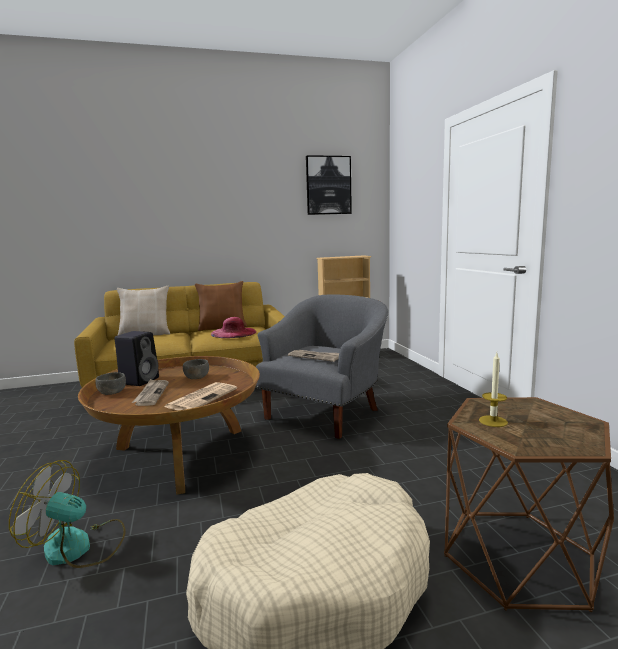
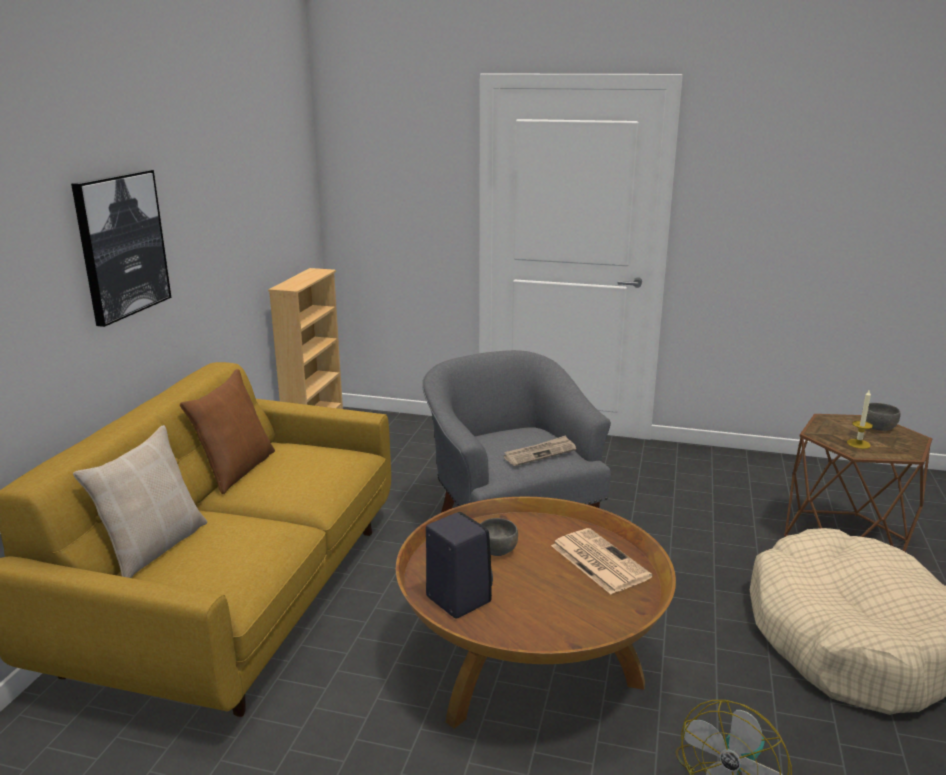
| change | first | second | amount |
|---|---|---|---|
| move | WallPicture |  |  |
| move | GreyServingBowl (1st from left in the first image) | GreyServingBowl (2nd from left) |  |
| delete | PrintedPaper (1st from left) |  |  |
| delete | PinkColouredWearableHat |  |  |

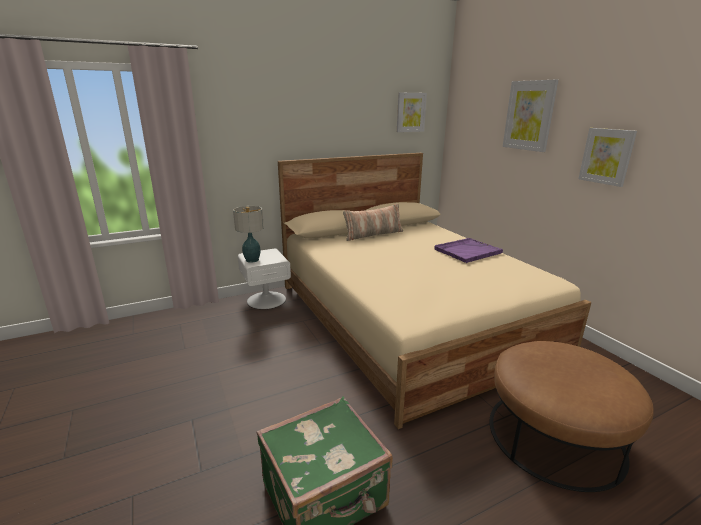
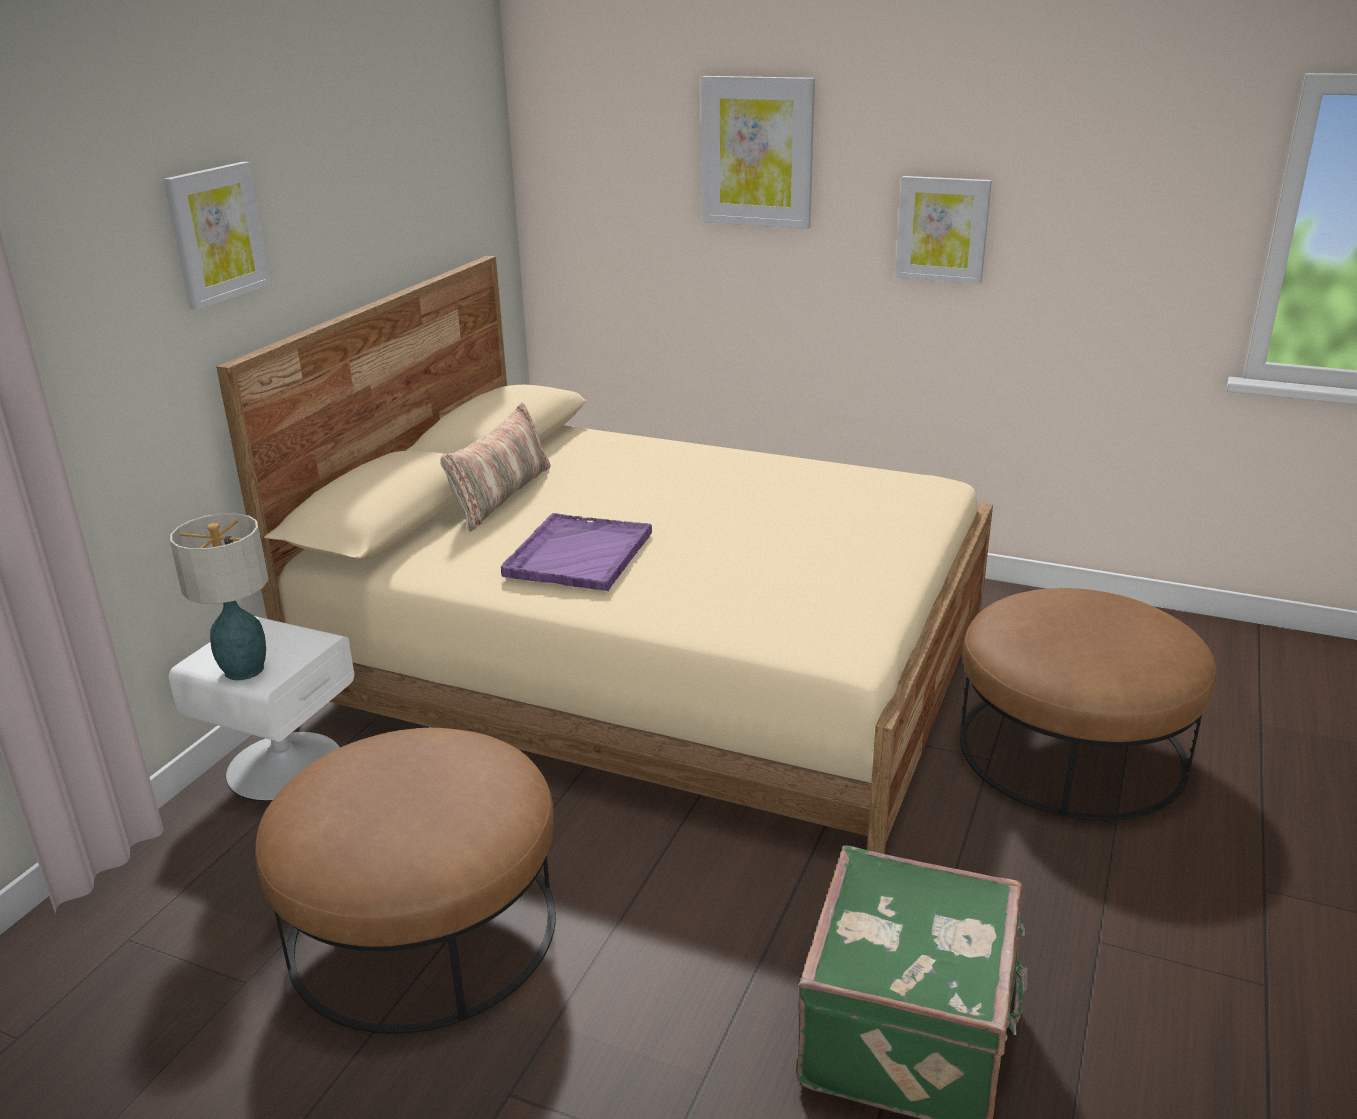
| change | first | second | amount |
|---|---|---|---|
| move | WallPicture (1st from left) |  |  |
| insert |  | BrownColouredFootrest (1st from left) |  |
| move | PurplishCarryingTray |  |  |

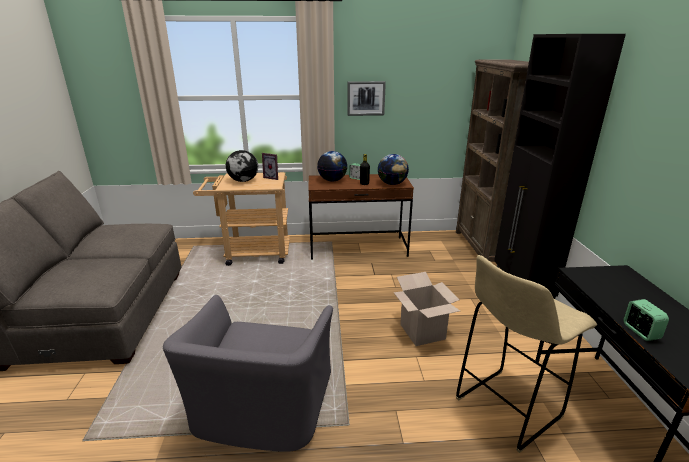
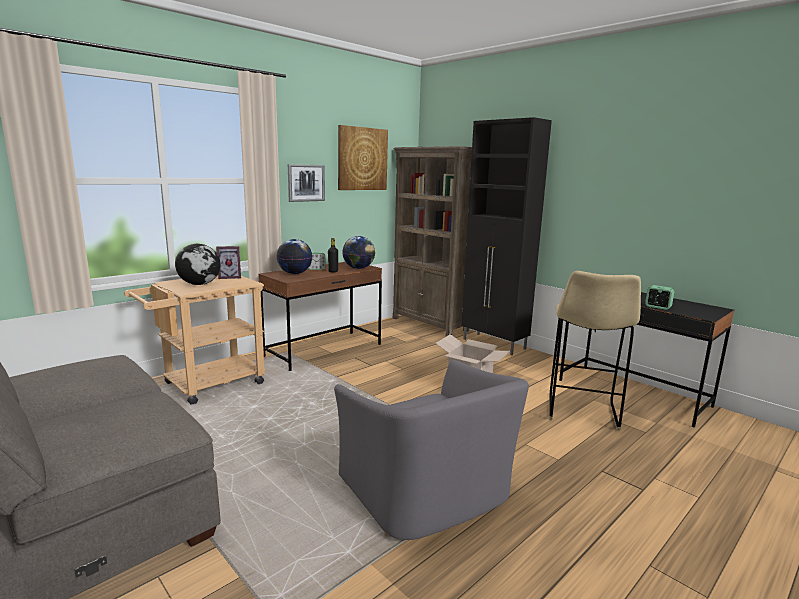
| change | first | second | amount |
|---|---|---|---|
| insert |  | WallPicture (2nd from left) |  |

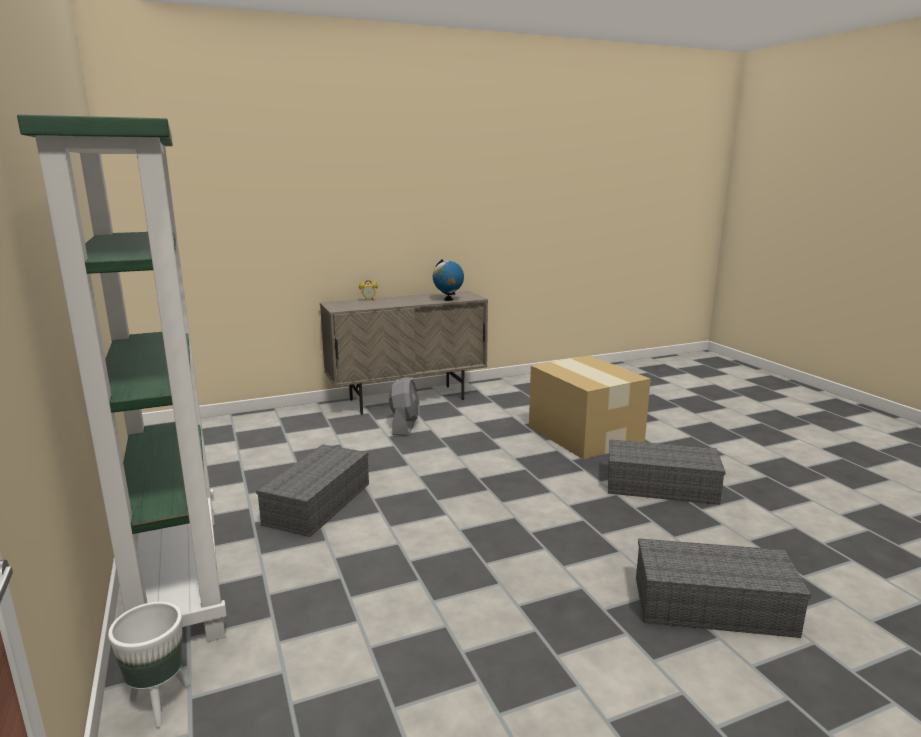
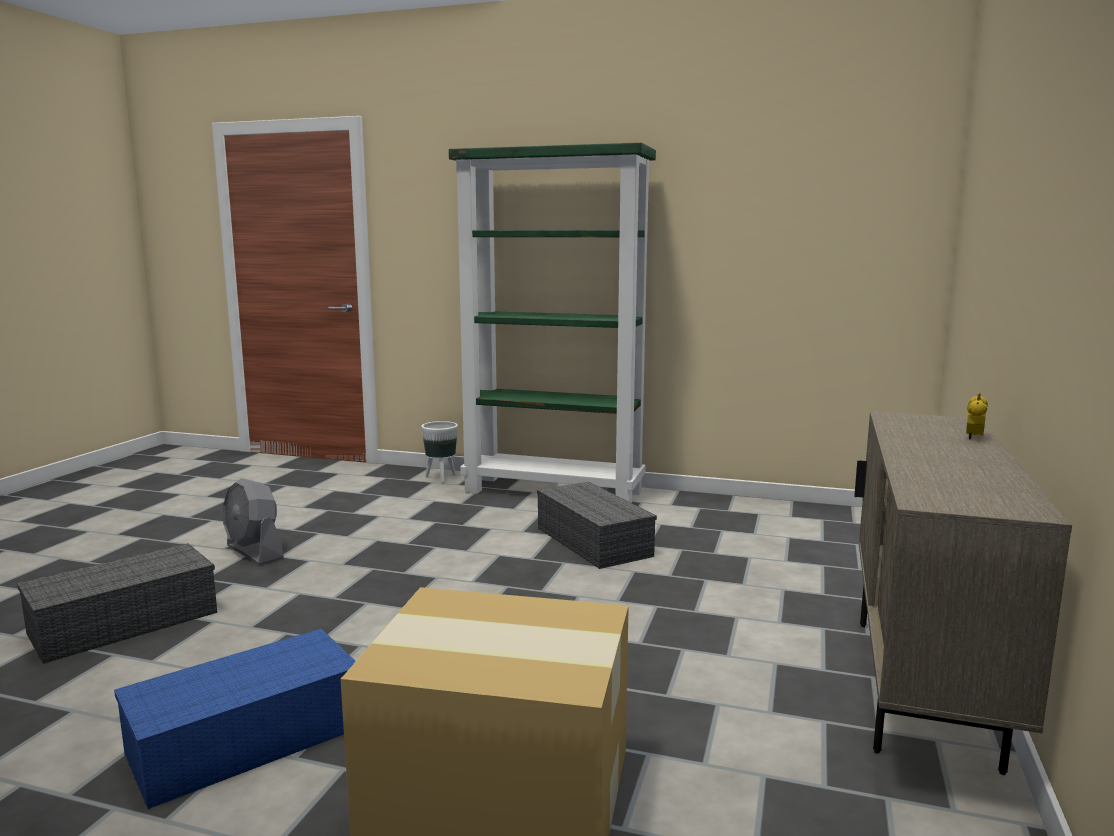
| change | first | second | amount |
|---|---|---|---|
| recolor | GreyStorageContainer (2nd from left) | BlueColouredStorageContainer |  |
| move | GreyElectricFan |  |  |
| delete | DeskGlobe |  |  |

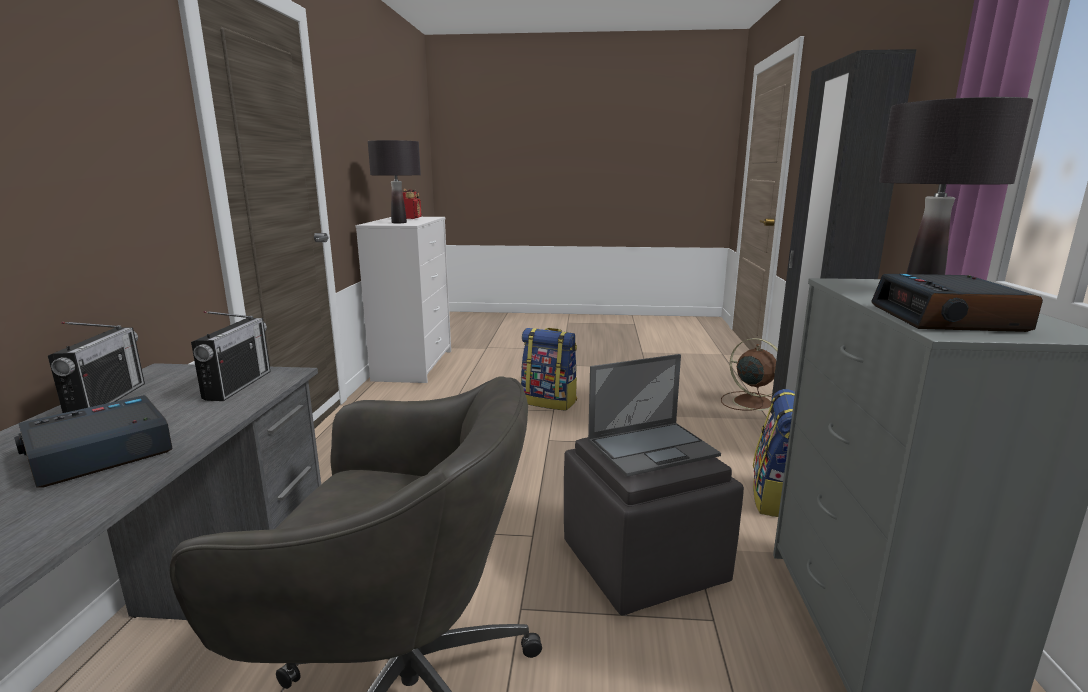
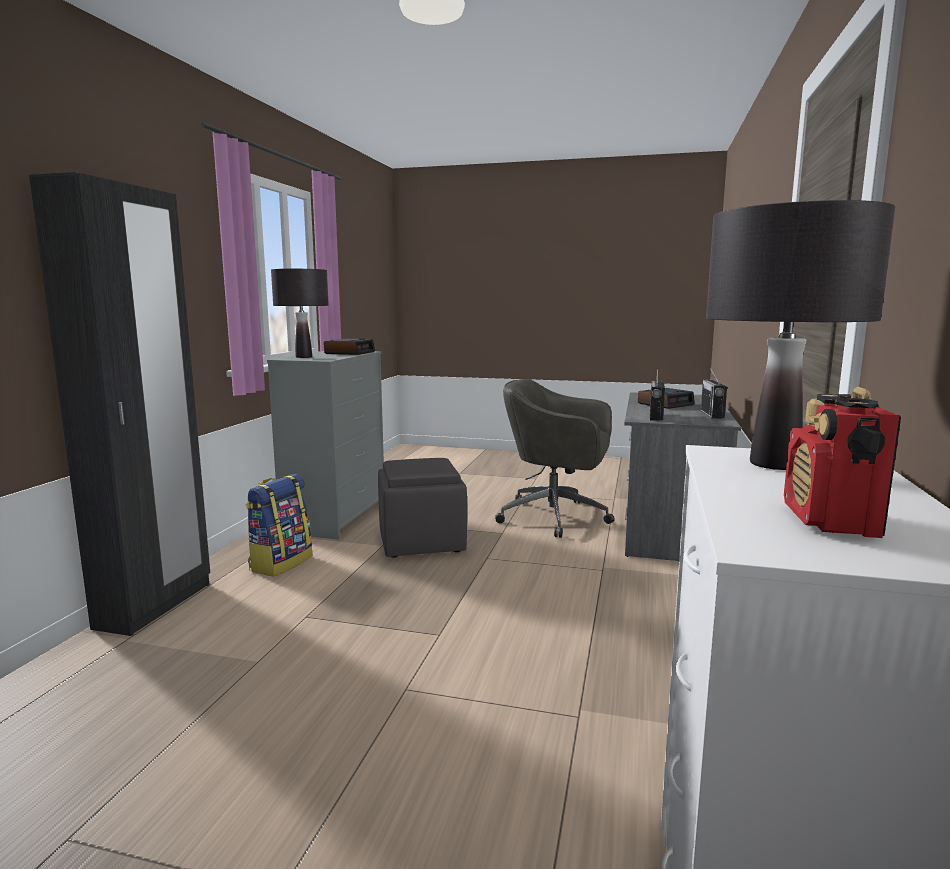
| change | first | second | amount |
|---|---|---|---|
| delete | Rucksack (1st from left) |  |  |
| delete | NotebookComputer |  |  |
| delete | BrownColouredElectricFan |  |  |

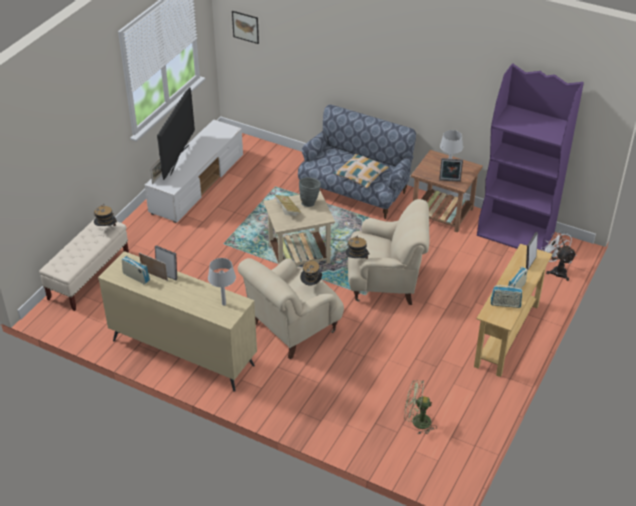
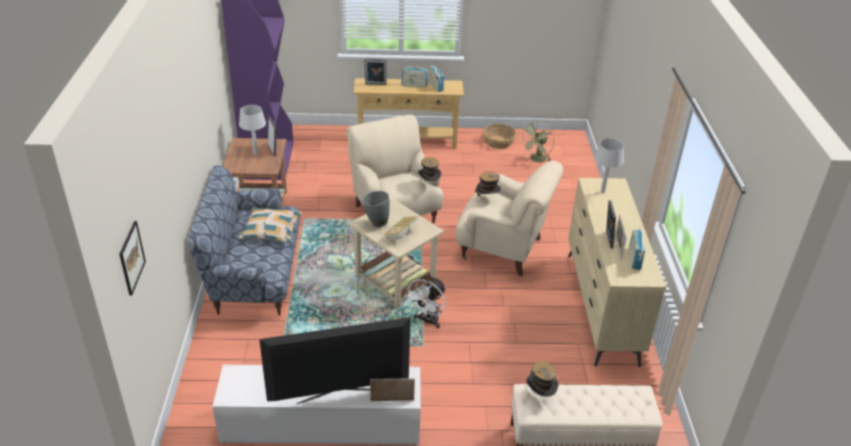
| change | first | second | amount |
|---|---|---|---|
| move | WhiteElectricFan |  |  |
| insert |  | StorageBasket |  |
| rotate | GreenishElectricFan |  | 60 degrees clockwise |

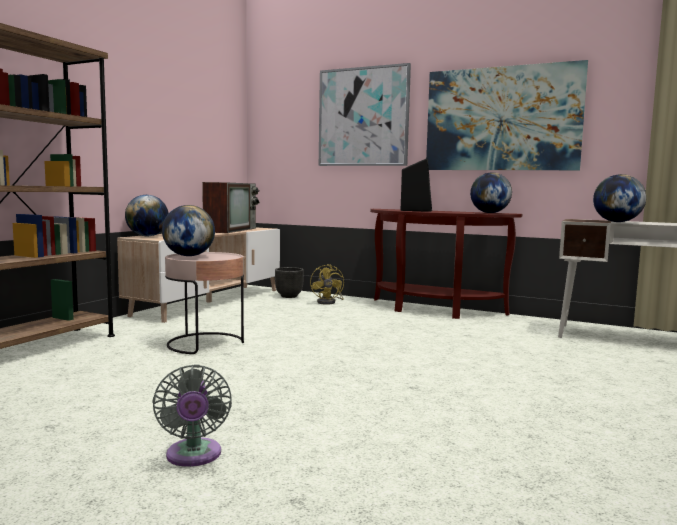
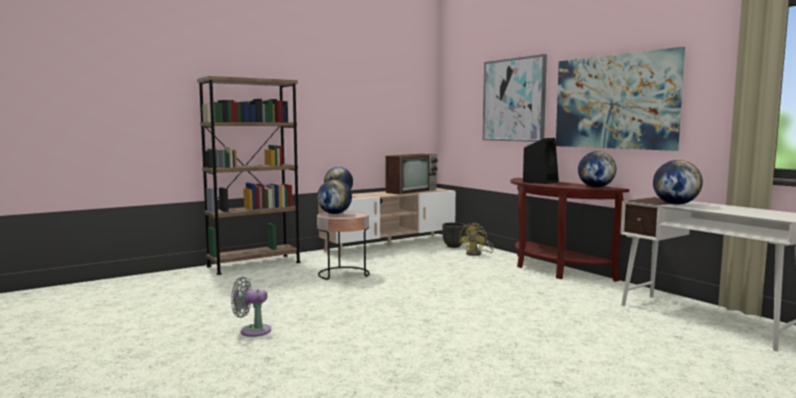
| change | first | second | amount |
|---|---|---|---|
| rotate | GreyElectricFan |  | 75 degrees clockwise |

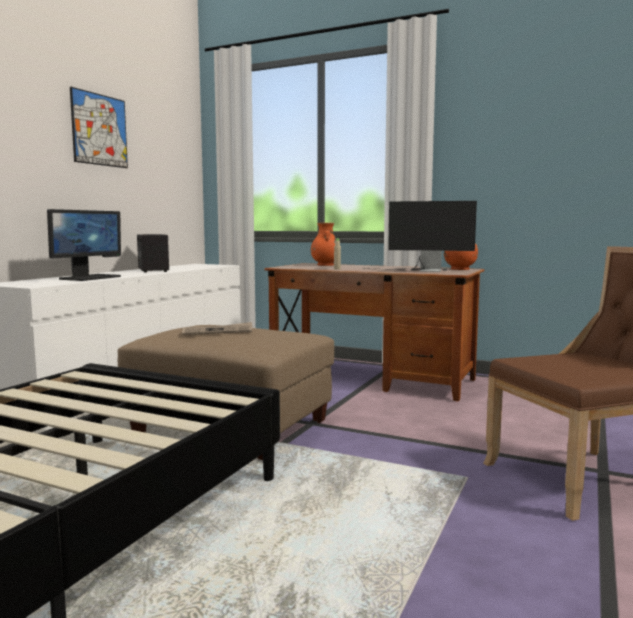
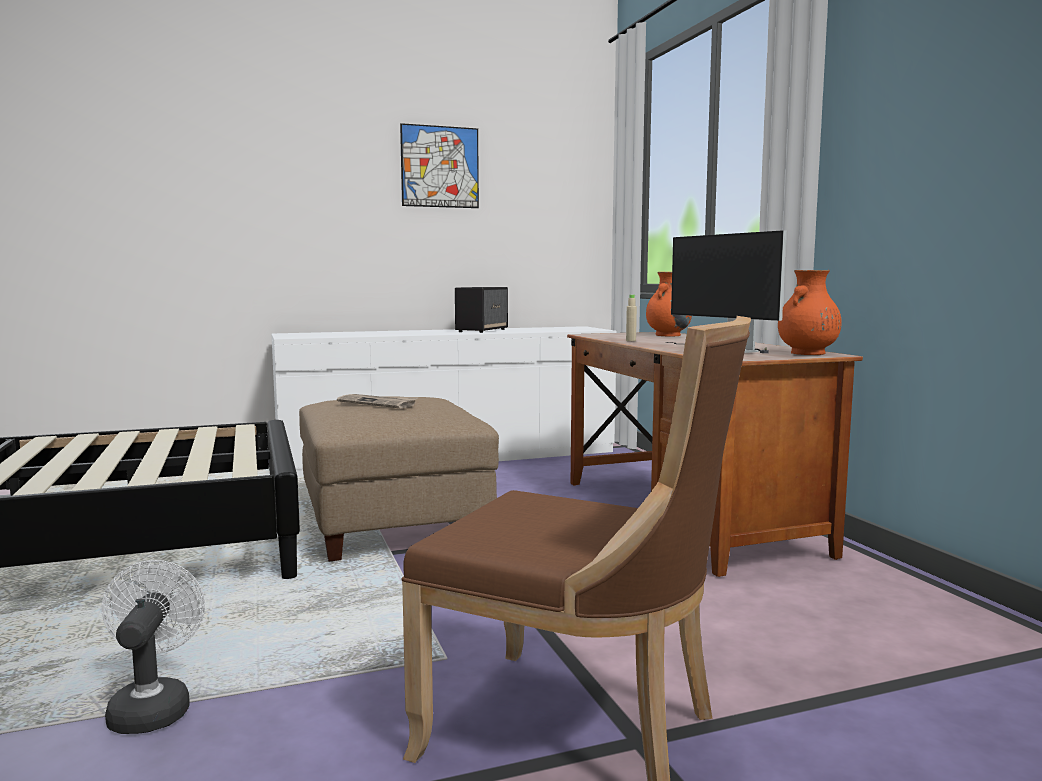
| change | first | second | amount |
|---|---|---|---|
| insert |  | WhiteElectricFan |  |
| delete | ComputerDisplay (1st from left) |  |  |

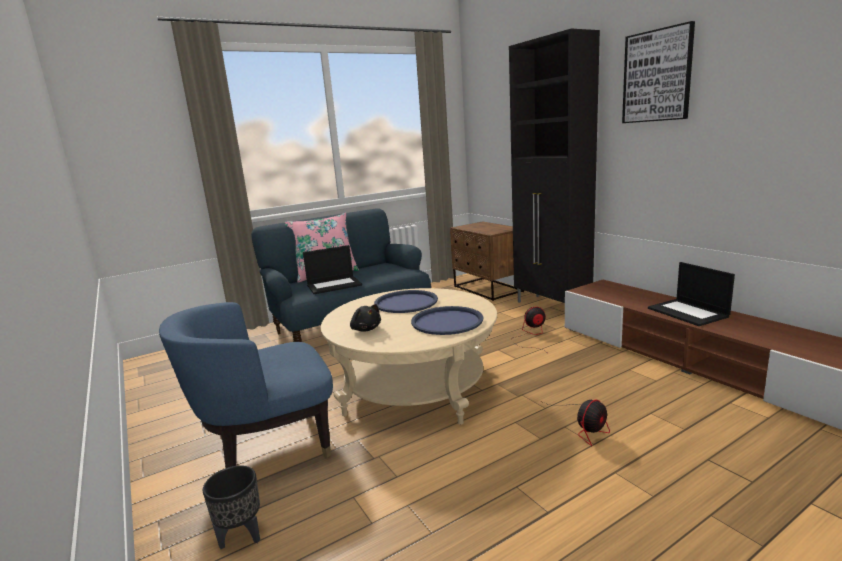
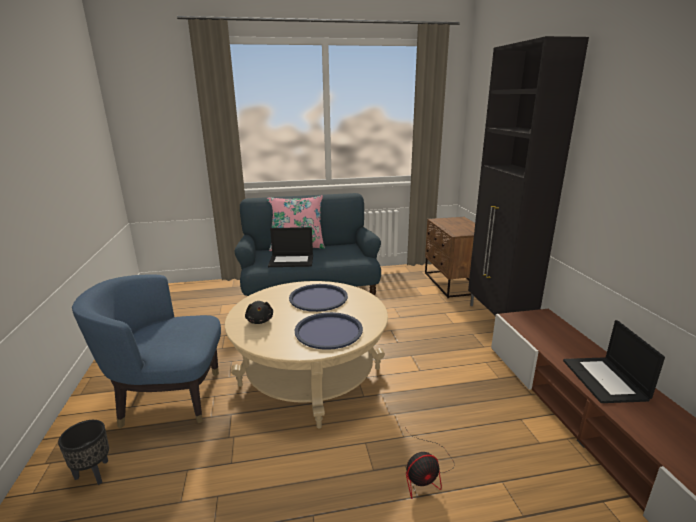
| change | first | second | amount |
|---|---|---|---|
| delete | ElectricFan (1st from left) |  |  |
| delete | WallPicture |  |  |

